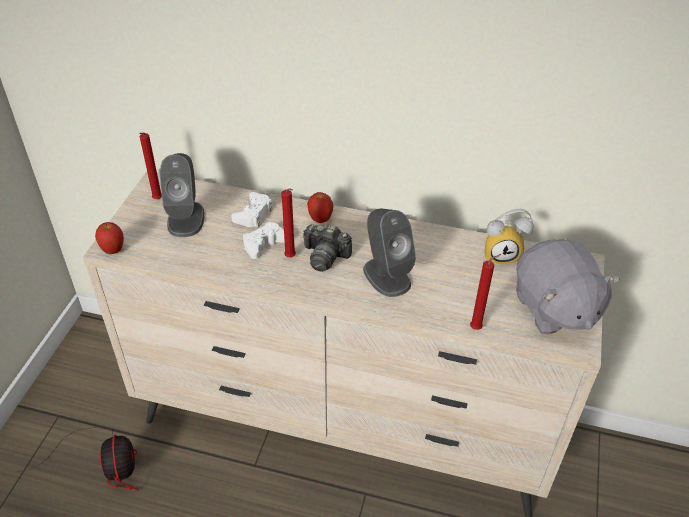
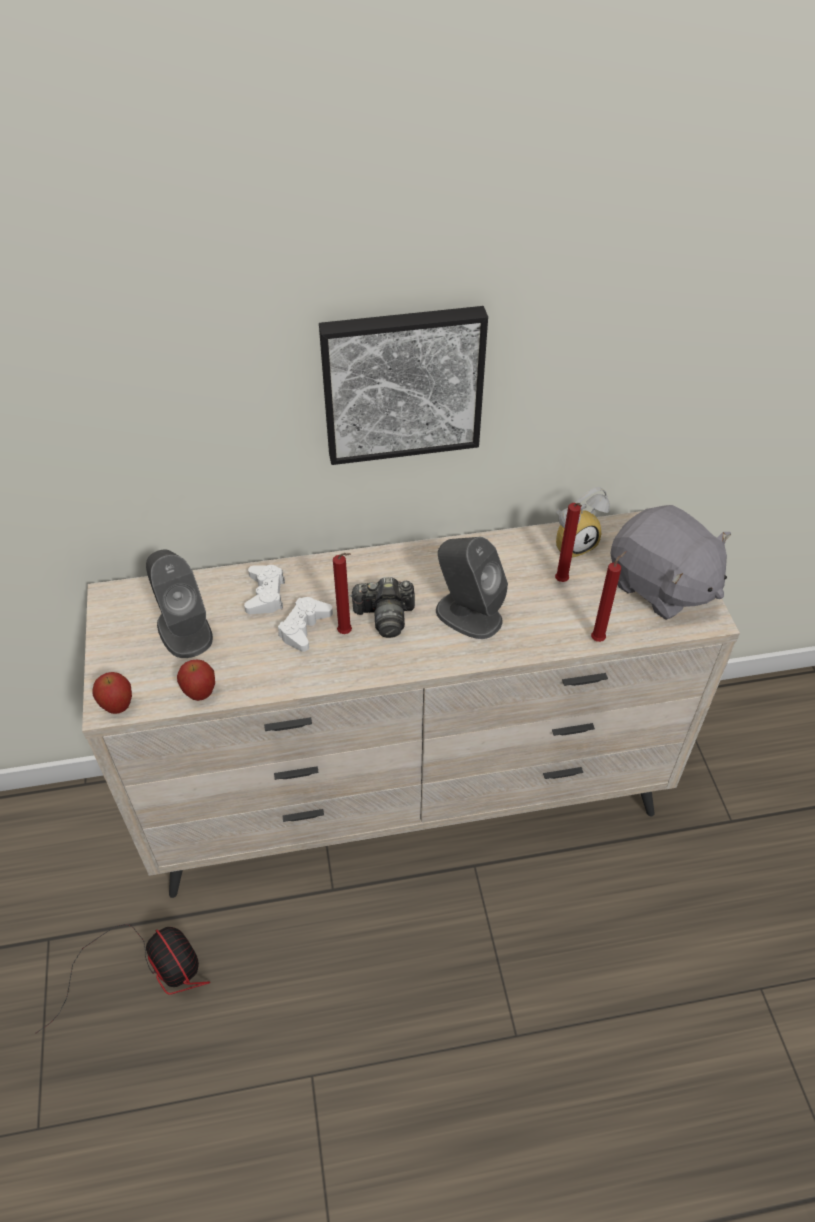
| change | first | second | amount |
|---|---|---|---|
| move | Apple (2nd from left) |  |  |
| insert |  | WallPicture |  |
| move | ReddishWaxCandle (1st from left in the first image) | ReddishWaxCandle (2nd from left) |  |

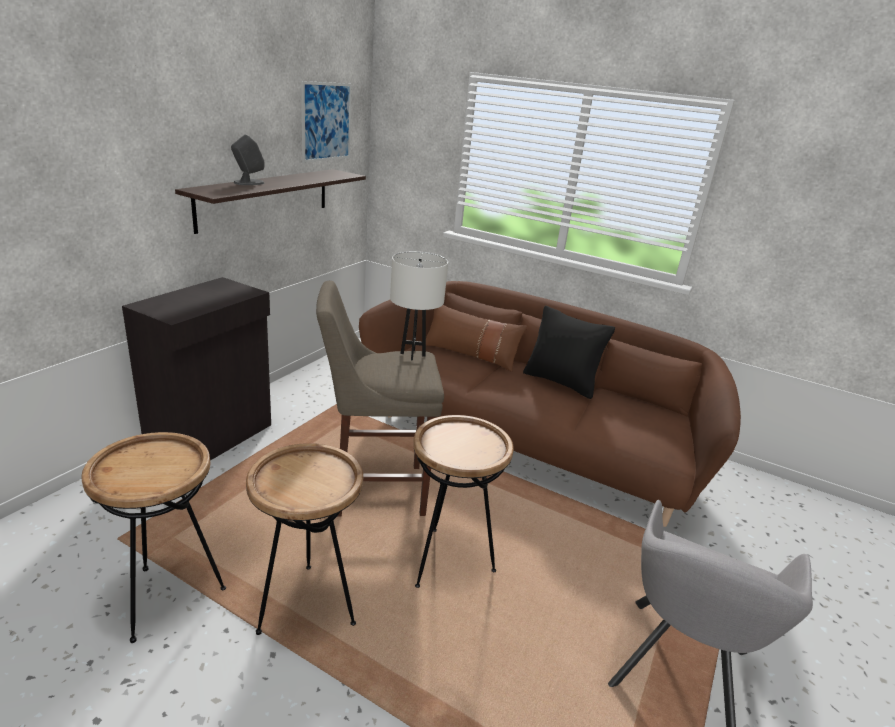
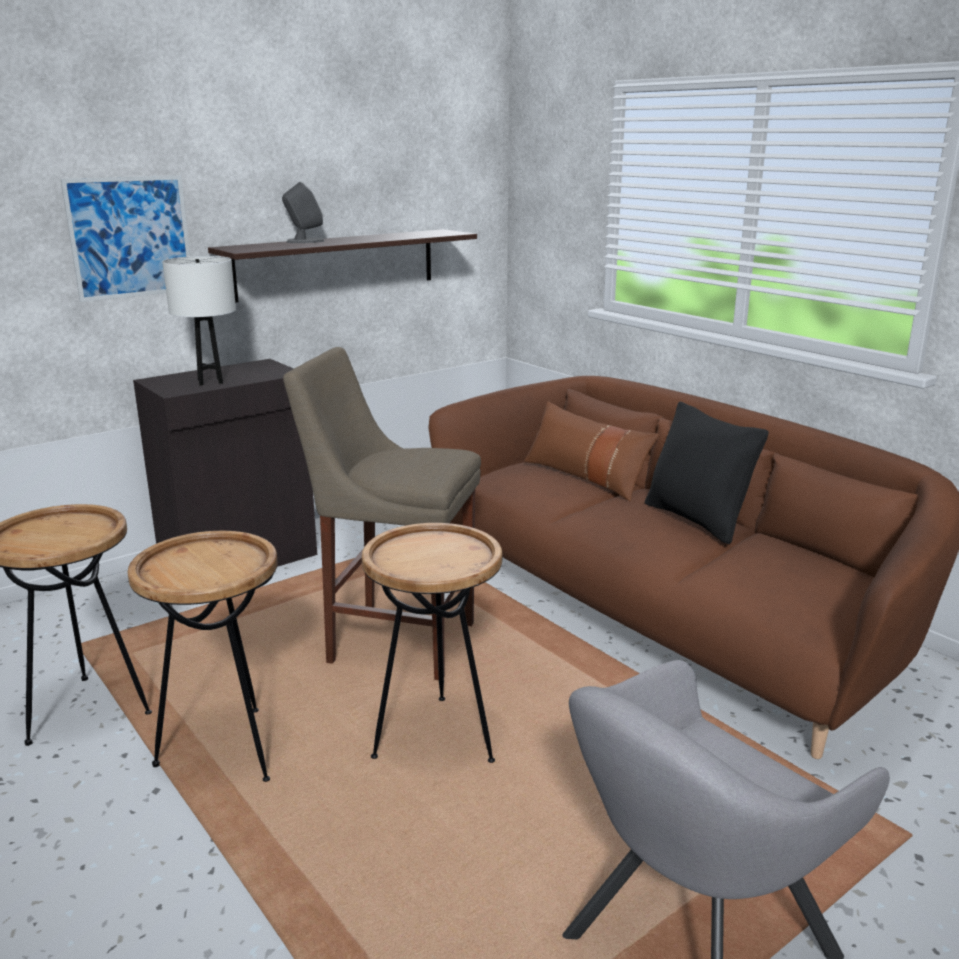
| change | first | second | amount |
|---|---|---|---|
| move | WallPicture |  |  |
| move | WhiteTabletopLamp |  |  |

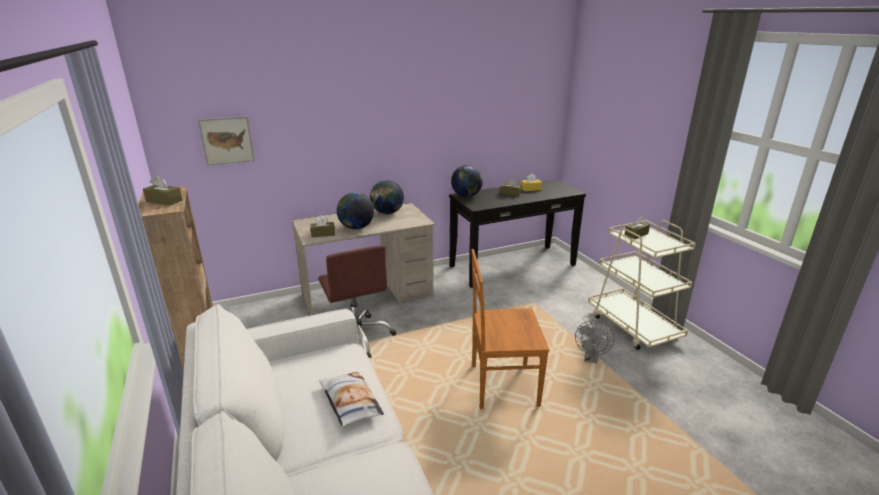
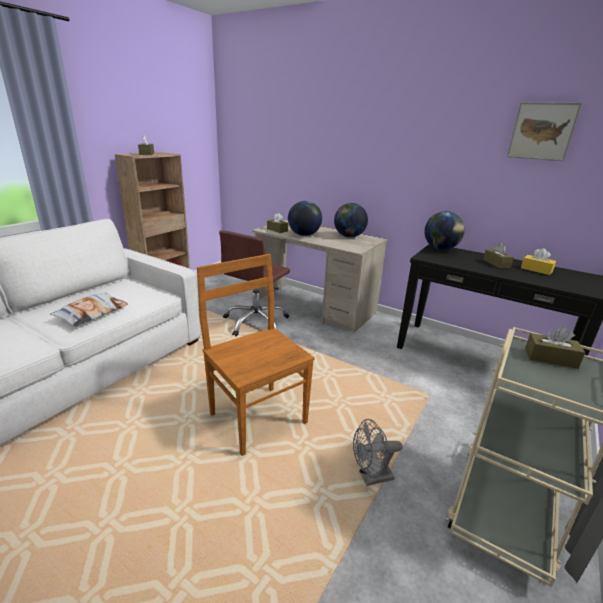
| change | first | second | amount |
|---|---|---|---|
| move | WallPicture |  |  |

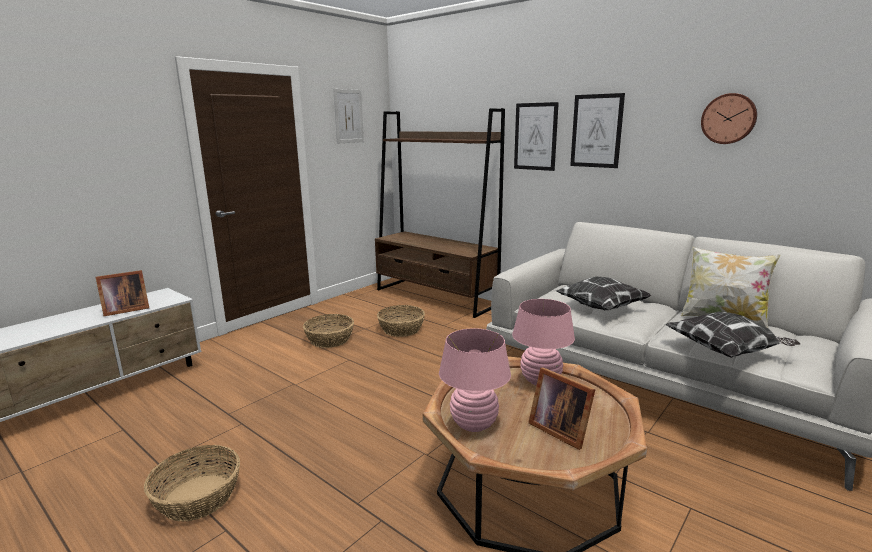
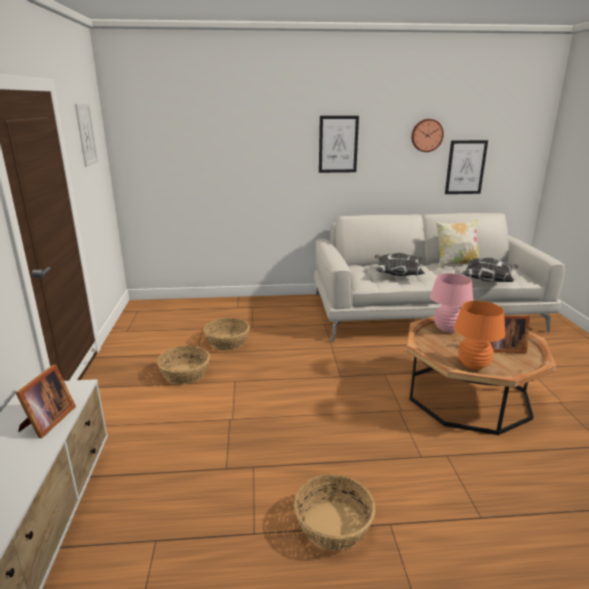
| change | first | second | amount |
|---|---|---|---|
| move | WallPicture (2nd from left in the first image) | WallPicture (3rd from left) |  |
| recolor | PinkColouredTabletopLamp (1st from left) | OrangeColouredTabletopLamp |  |
| delete | BrownColouredBookcase |  |  |

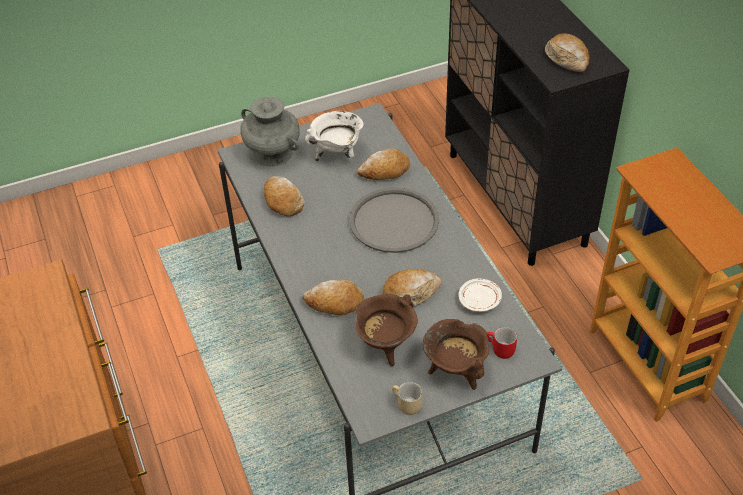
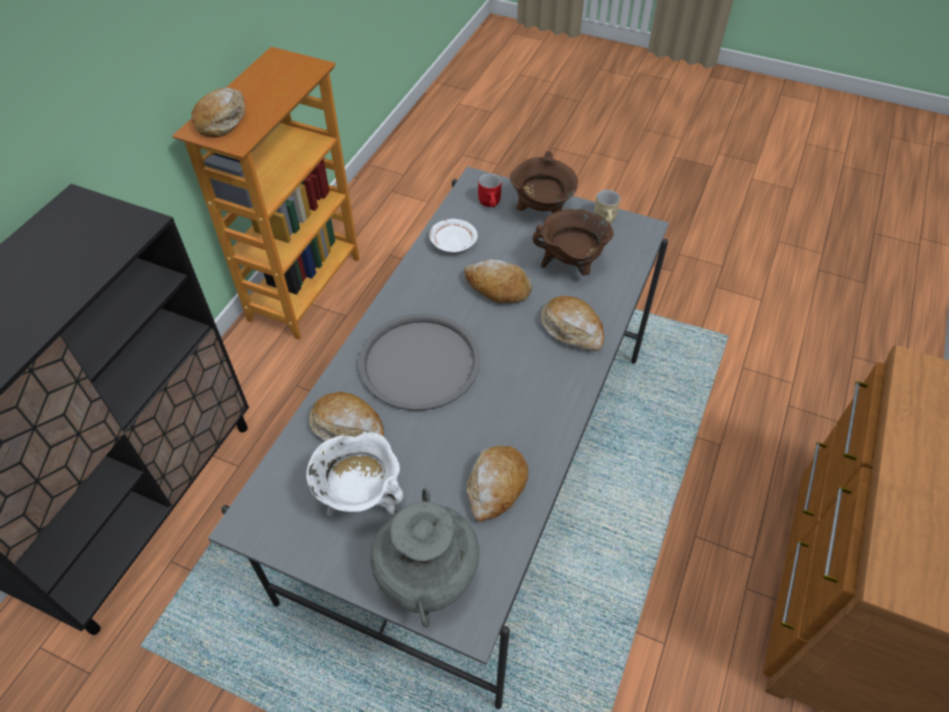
| change | first | second | amount |
|---|---|---|---|
| move | BakeryBread (5th from left in the first image) | BakeryBread (1st from left) |  |

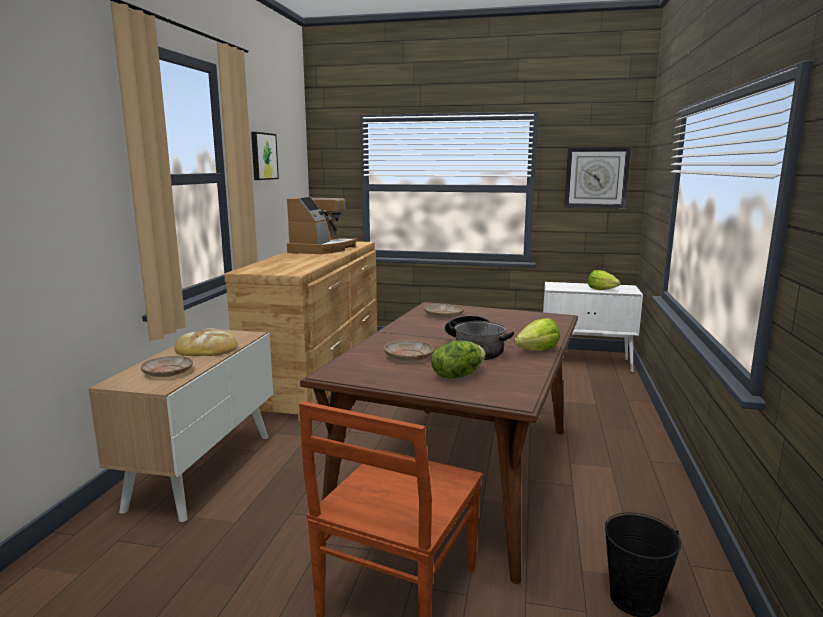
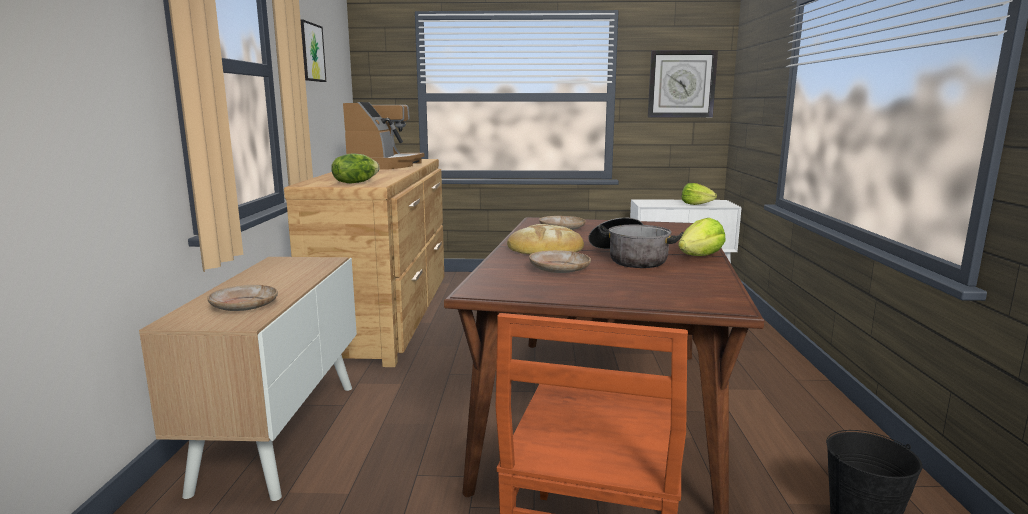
| change | first | second | amount |
|---|---|---|---|
| move | HeadOfLettuce (1st from left) |  |  |
| move | BakeryBread |  |  |

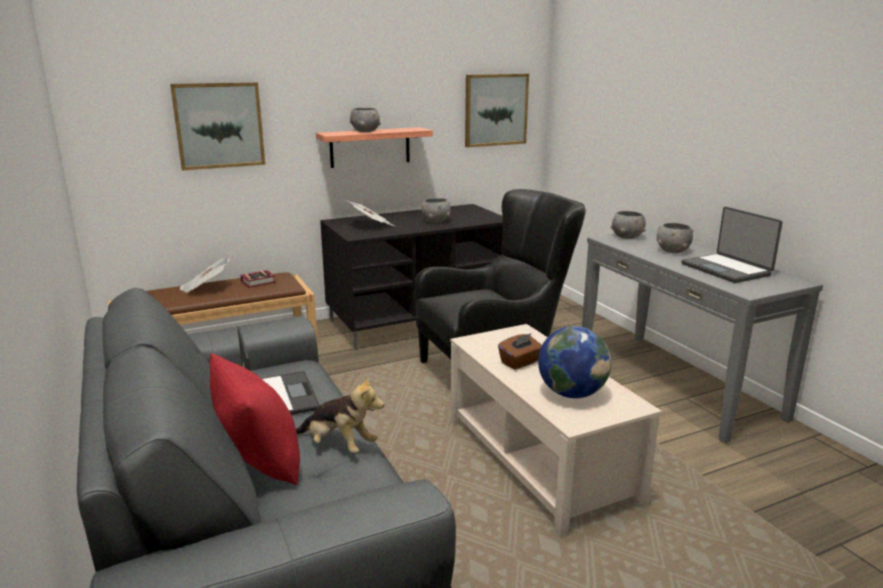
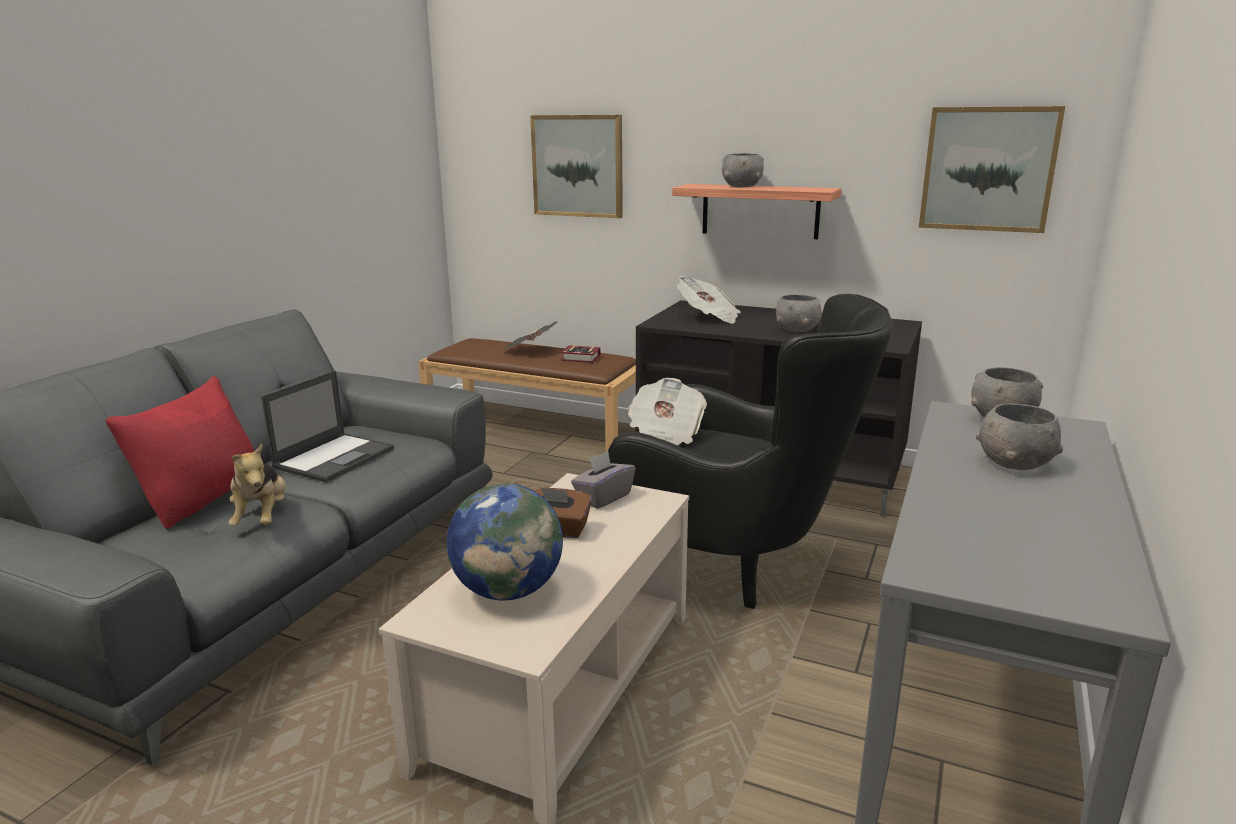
| change | first | second | amount |
|---|---|---|---|
| insert |  | GreyTissueHolder |  |
| insert |  | PrintedPaper (2nd from left) |  |
| delete | NotebookComputer (2nd from left) |  |  |

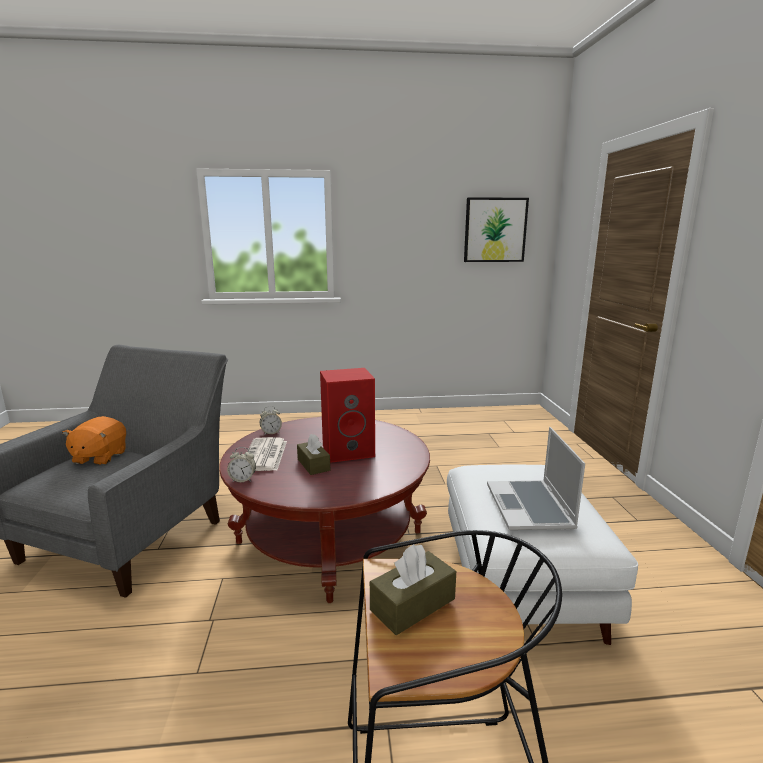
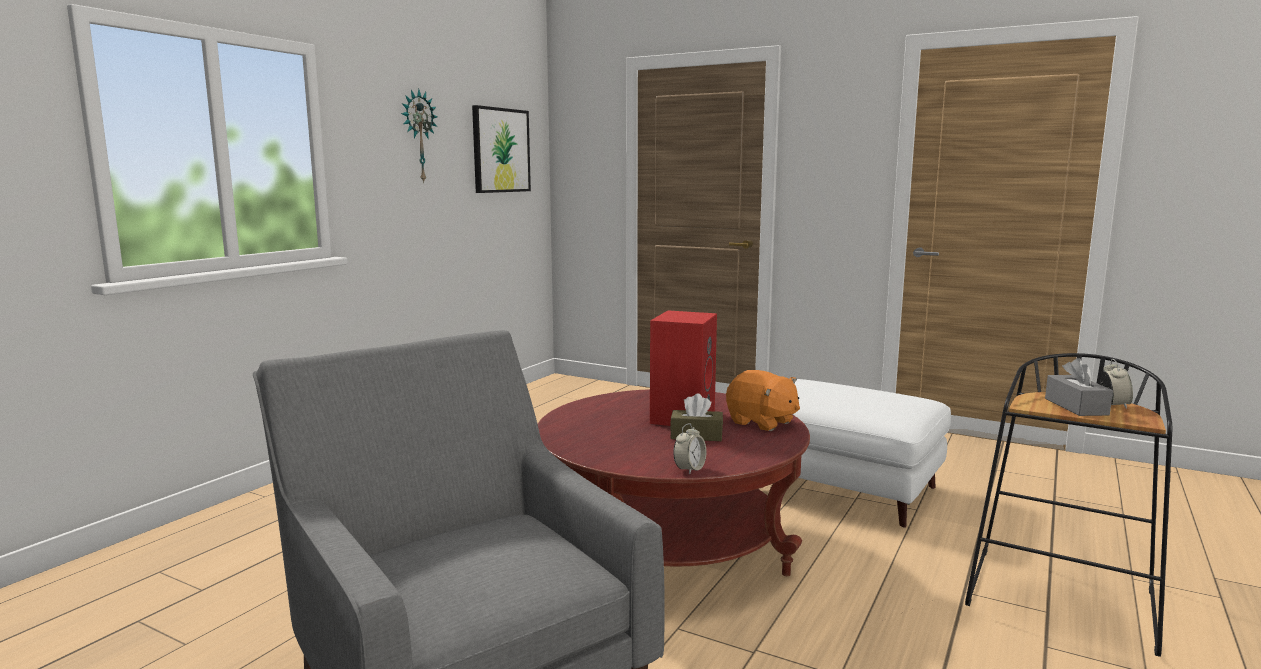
| change | first | second | amount |
|---|---|---|---|
| insert |  | HangingClock |  |
| move | OrangeColouredCuddlyToy |  |  |
| recolor | BrownColouredTissueHolder (2nd from left) | GreyTissueHolder |  |
| move | TableClock (2nd from left) |  |  |
| delete | PrintedPaper |  |  |
| delete | NotebookComputer |  |  |

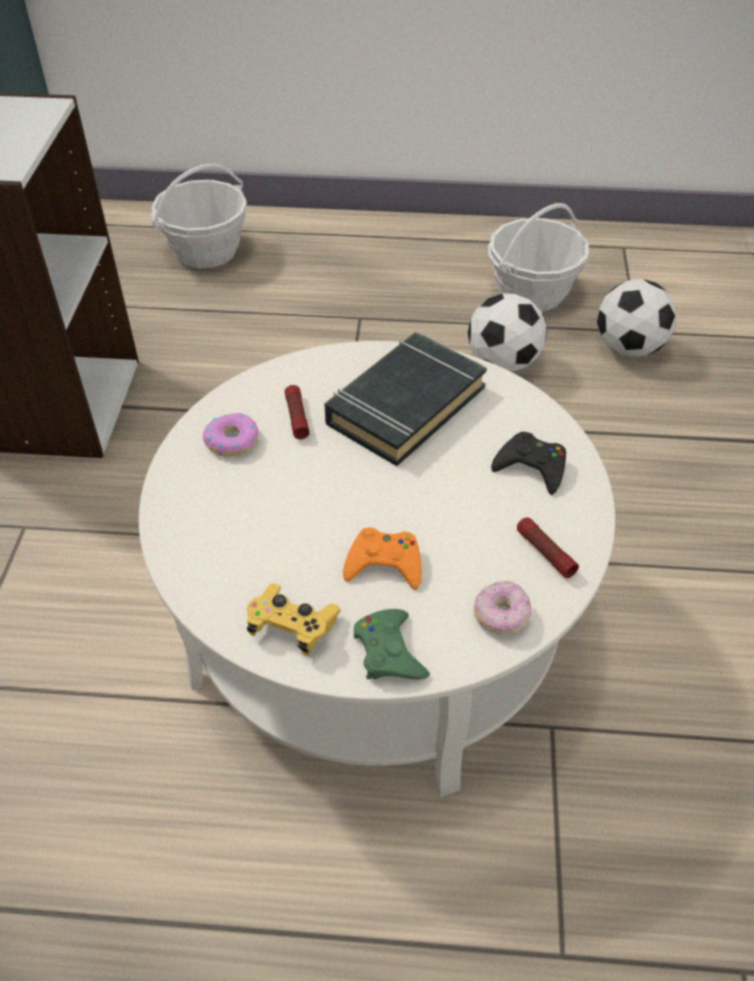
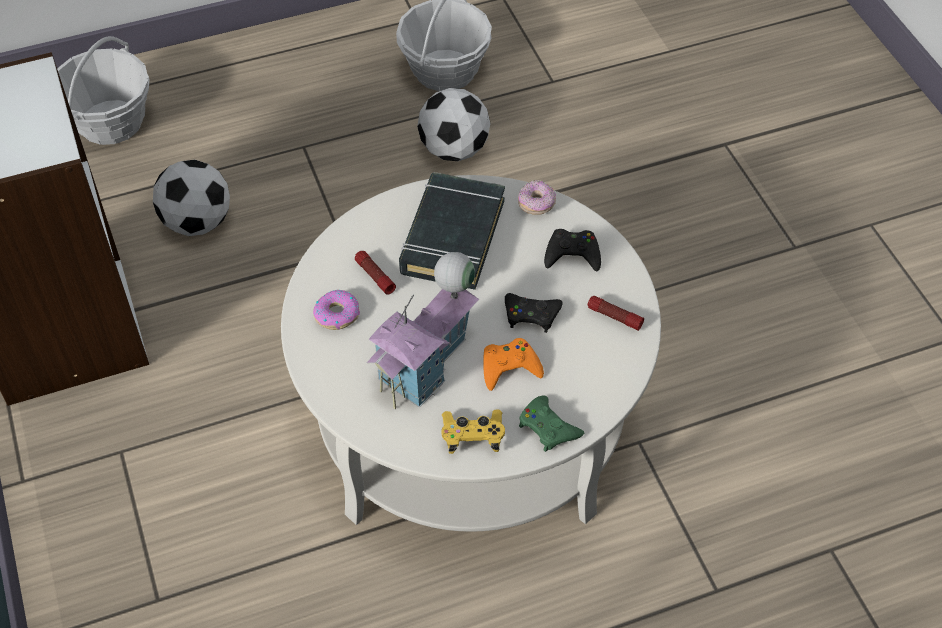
| change | first | second | amount |
|---|---|---|---|
| move | FootballBall (2nd from left in the first image) | FootballBall (1st from left) |  |
| insert |  | ToyHouse |  |
| insert |  | BlackishJoypad (1st from left) |  |
| move | RingDoughnut (2nd from left) |  |  |

